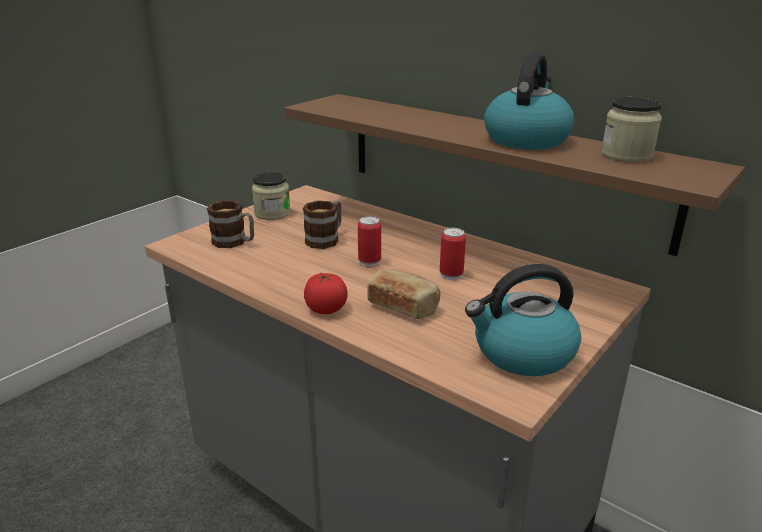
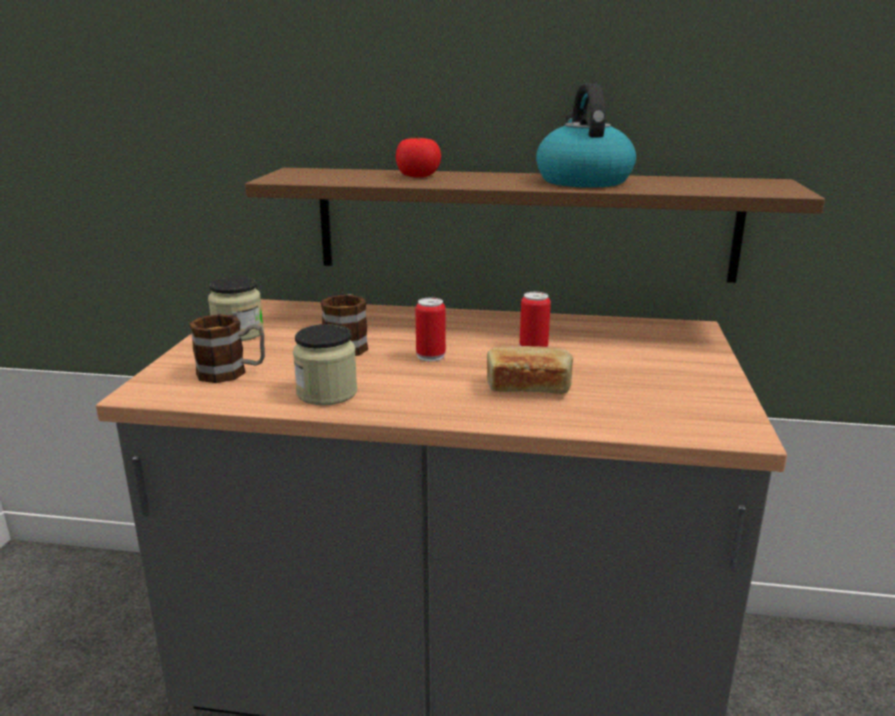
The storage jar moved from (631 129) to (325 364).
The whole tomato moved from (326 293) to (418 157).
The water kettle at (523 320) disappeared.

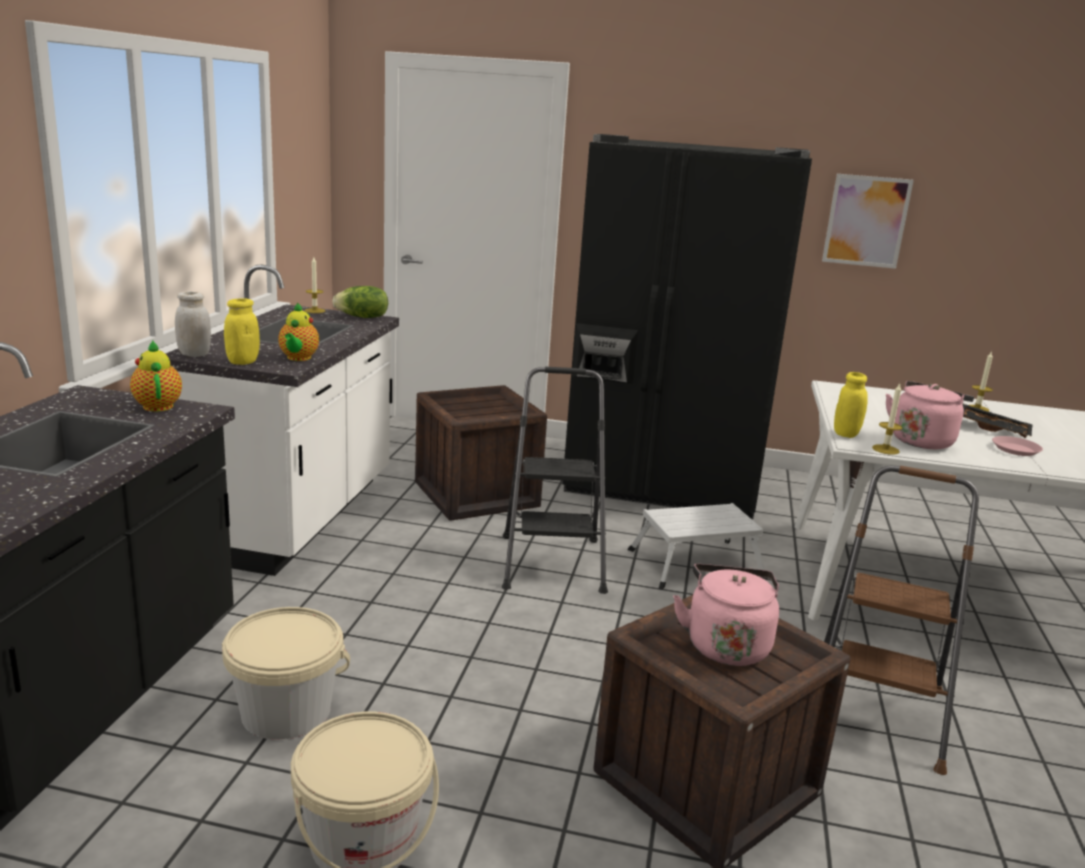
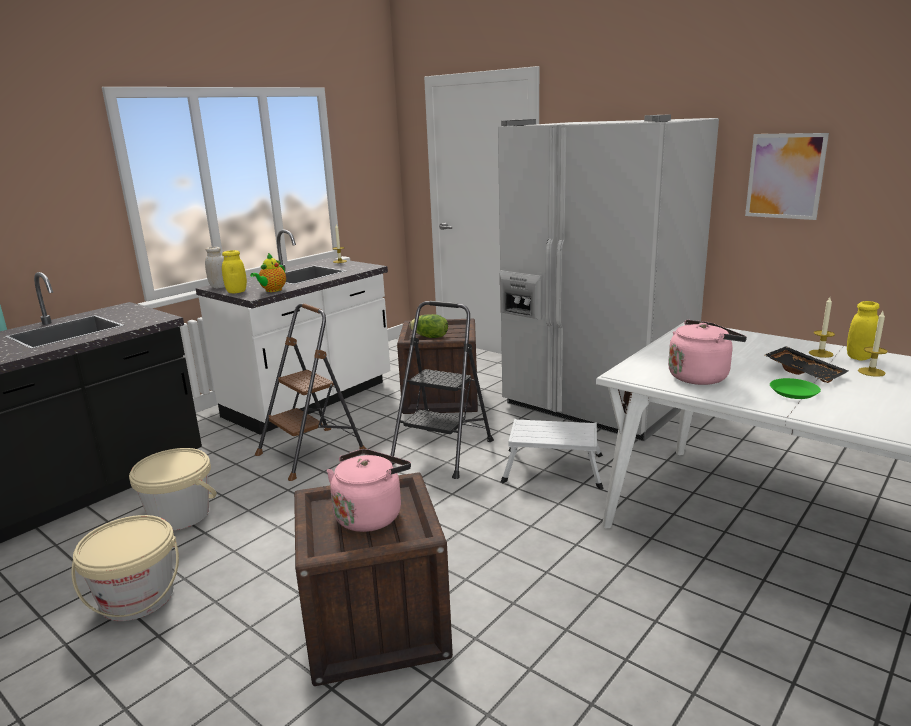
The brown-coloured step stool moved from (901 620) to (310 392).
The lettuce head moved from (360 302) to (429 326).
The black fridge at (687 327) became the whitish fridge at (608 278).
The pinkish plate at (1017 446) became the green plate at (795 388).
The yellowish storage jar moved from (851 405) to (863 330).
The candle moved from (887 419) to (873 344).
The teapot at (156 376) disappeared.

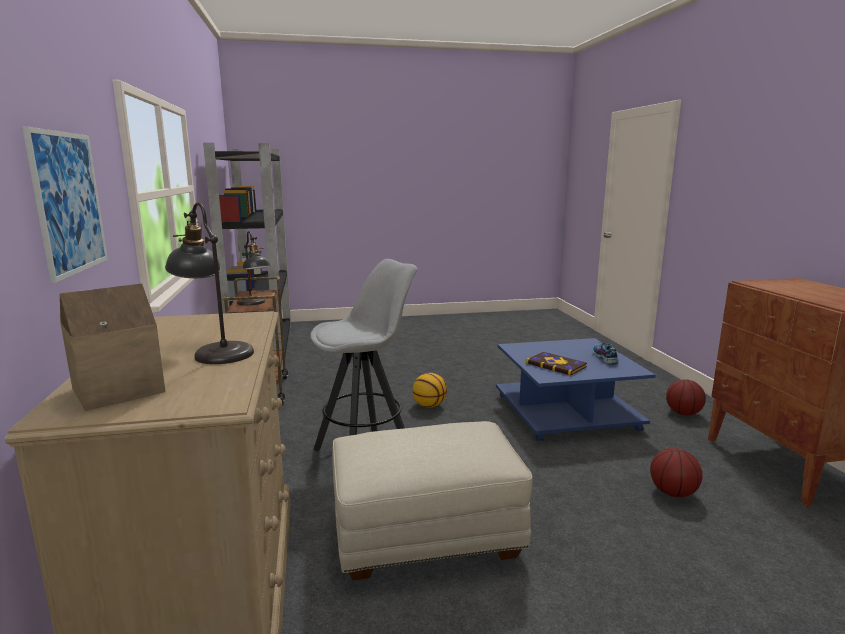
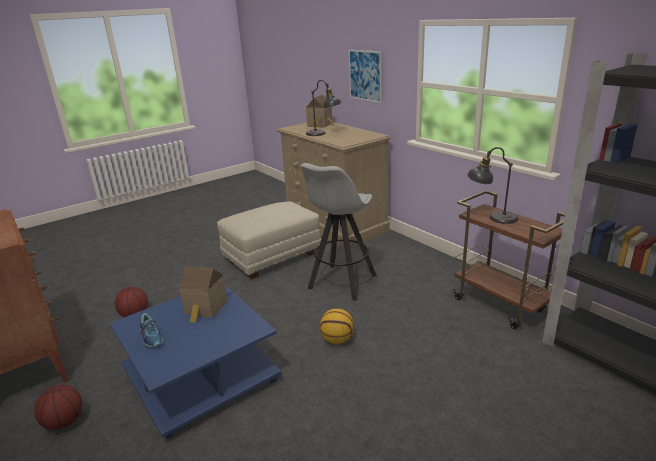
The book at (556 364) was replaced by the toy house at (203 294).

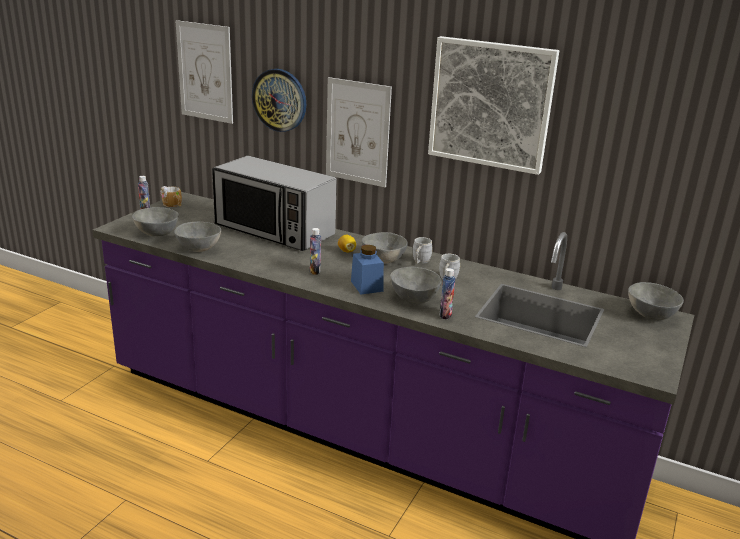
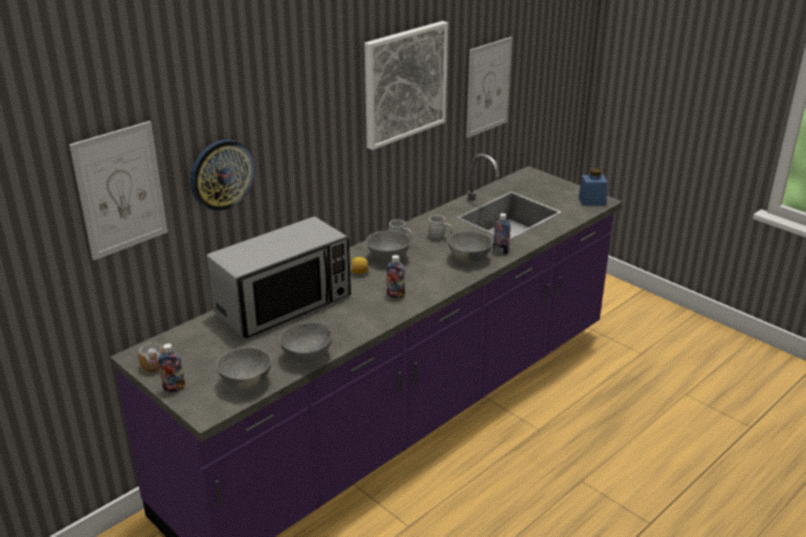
The picture moved from (359 132) to (489 87).
The blue-coloured storage jar moved from (367 269) to (593 186).
The gray serving bowl at (656 301) disappeared.

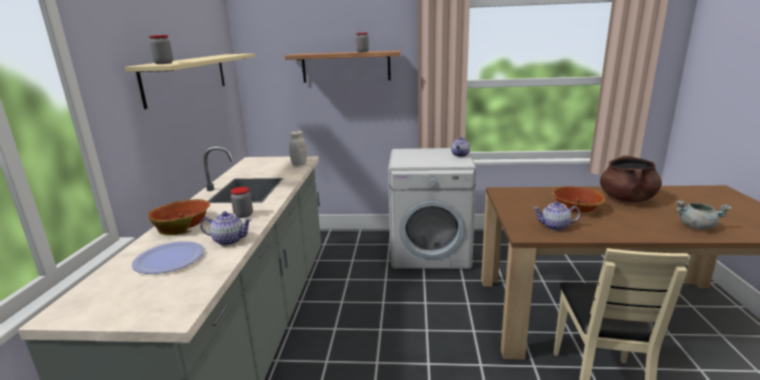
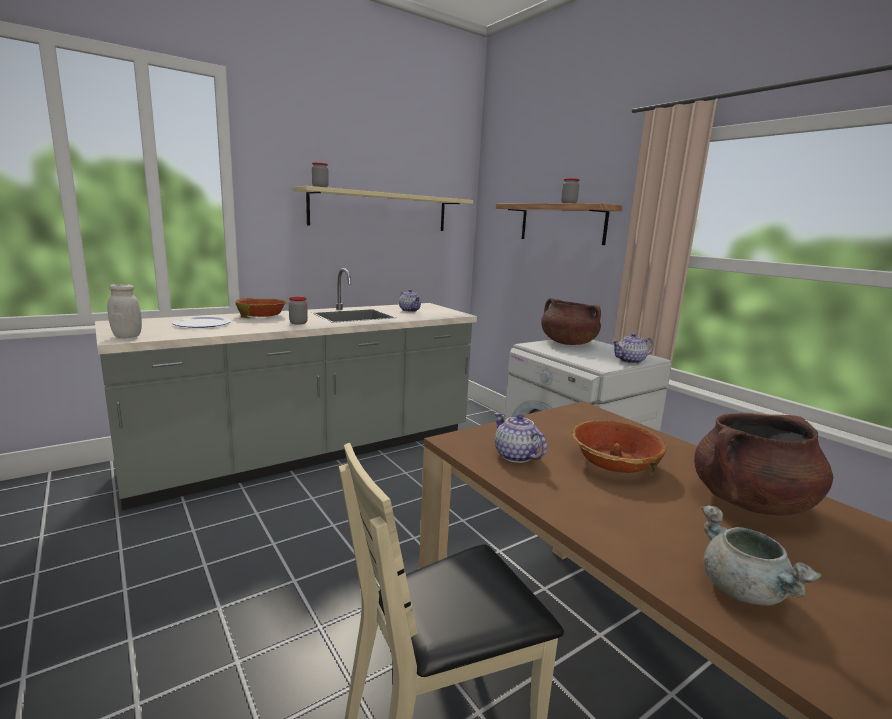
The whitish storage jar moved from (298 148) to (124 311).
The teapot moved from (226 228) to (410 300).
The brown-coloured cooking pot at (571 321) appeared.

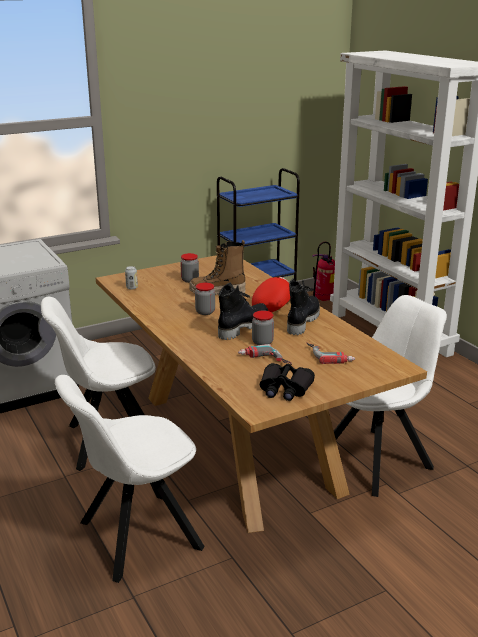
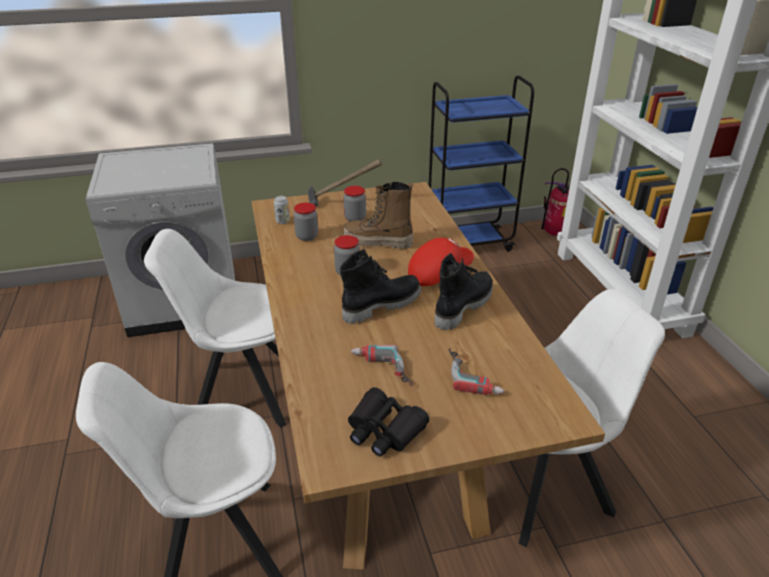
The storage jar moved from (263 327) to (306 222).
The tool hammer at (345 183) appeared.

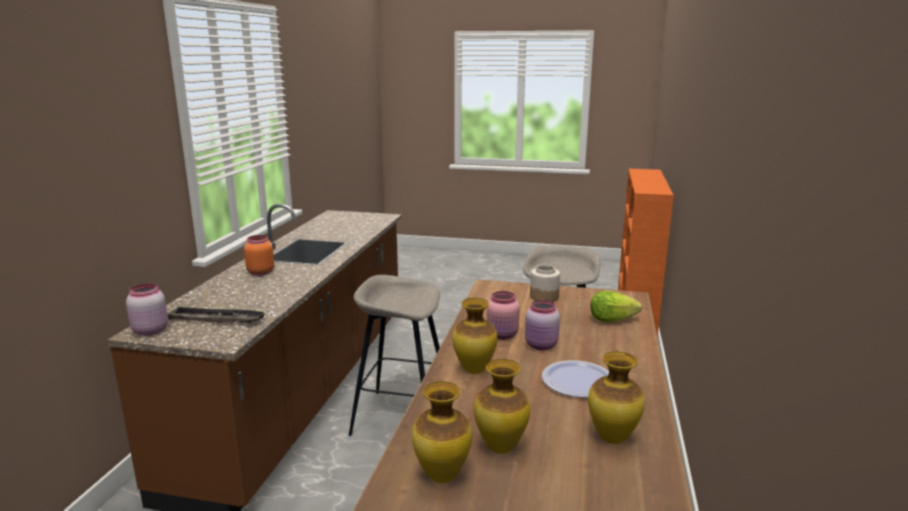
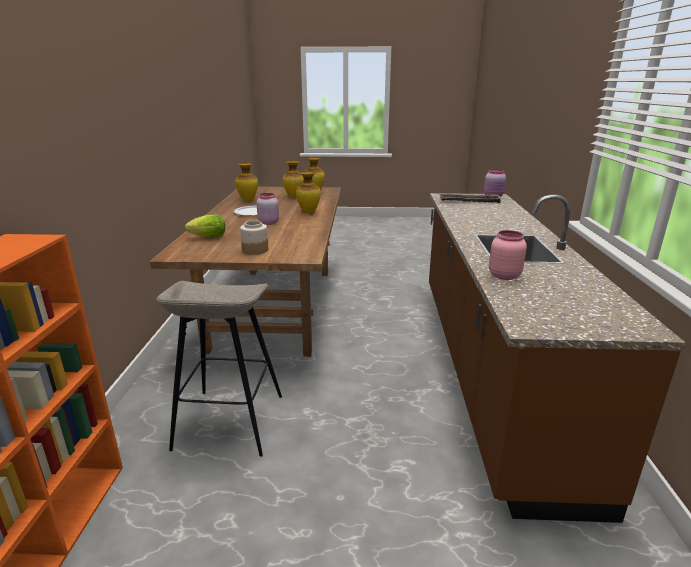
The pinkish storage jar moved from (503 315) to (508 255).
The orange storage jar at (259 255) disappeared.
The gray sitting stool at (394 355) disappeared.

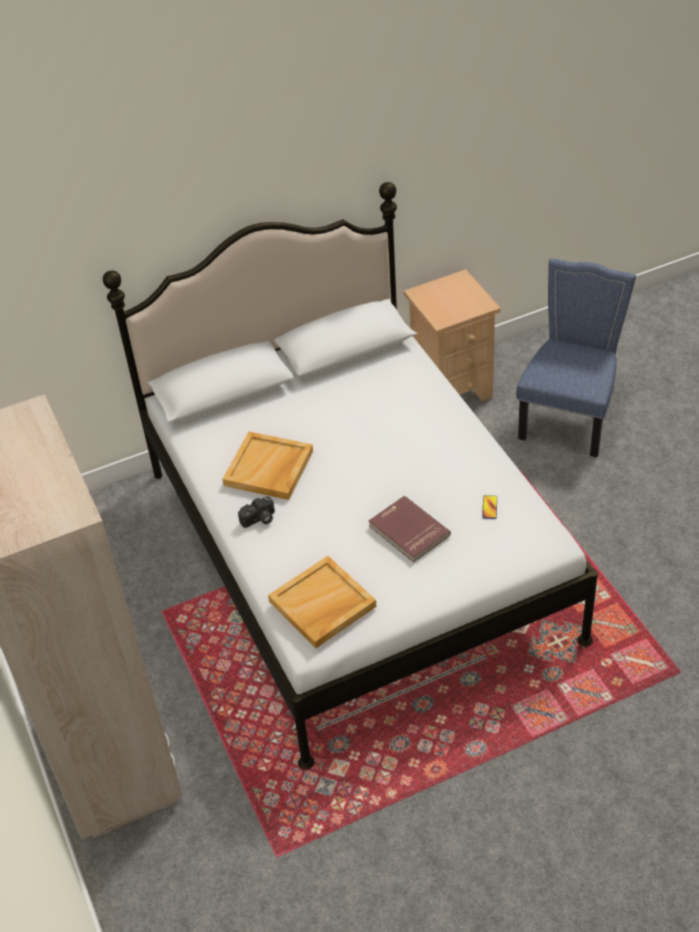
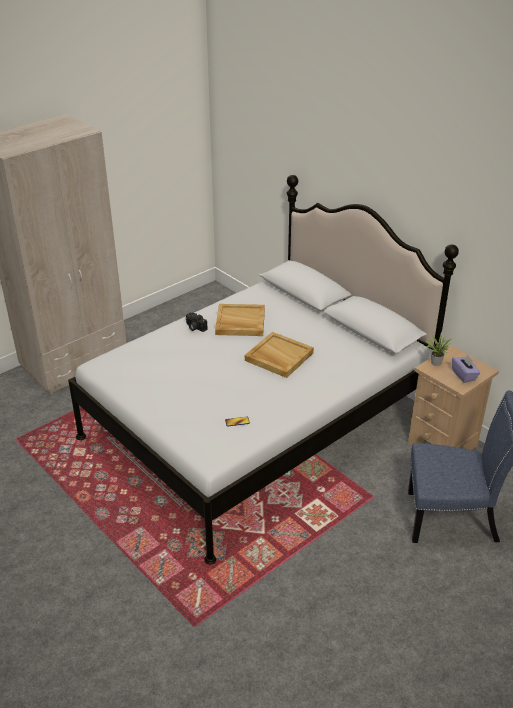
The beige-coloured tray moved from (322 602) to (279 355).
The houseplant at (439 349) appeared.
The purple-coloured box of tissues at (466 368) appeared.
The reddish book at (410 529) disappeared.

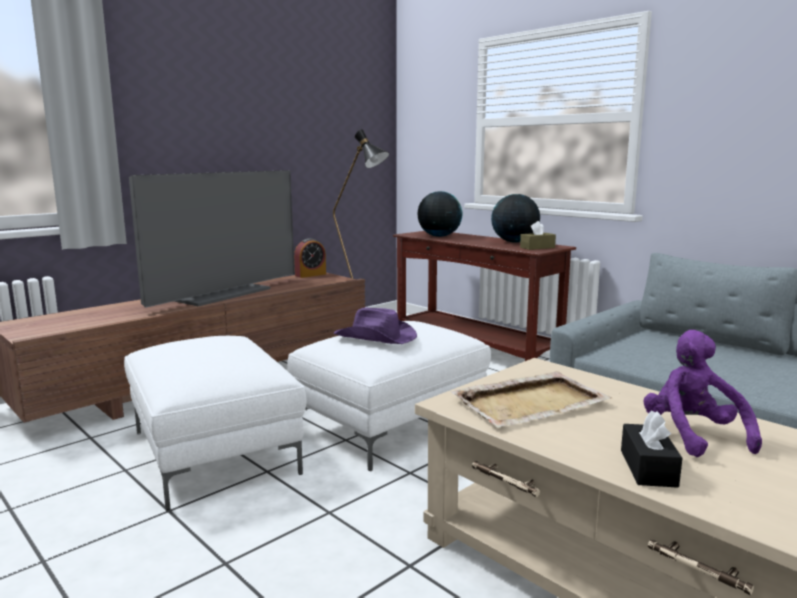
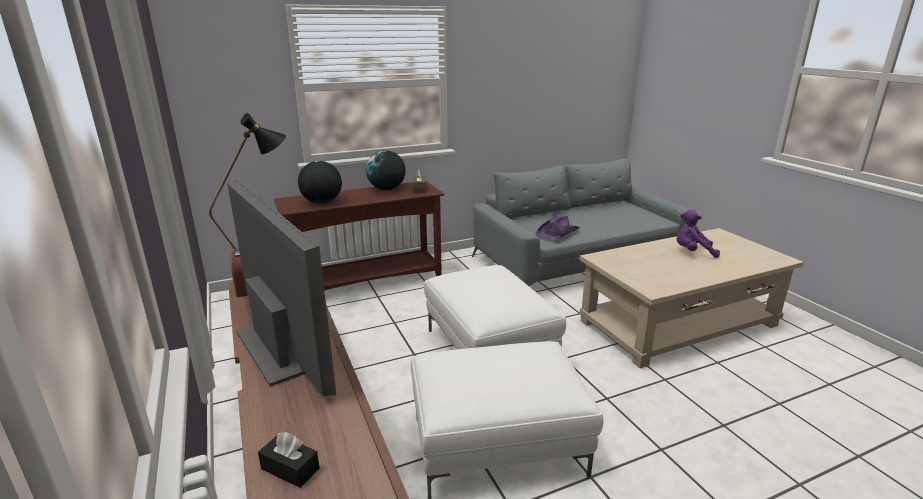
The black box of tissues moved from (651 449) to (289 460).
The purple-coloured wearable hat moved from (375 326) to (557 226).
The beige-coloured tray at (531 399) disappeared.

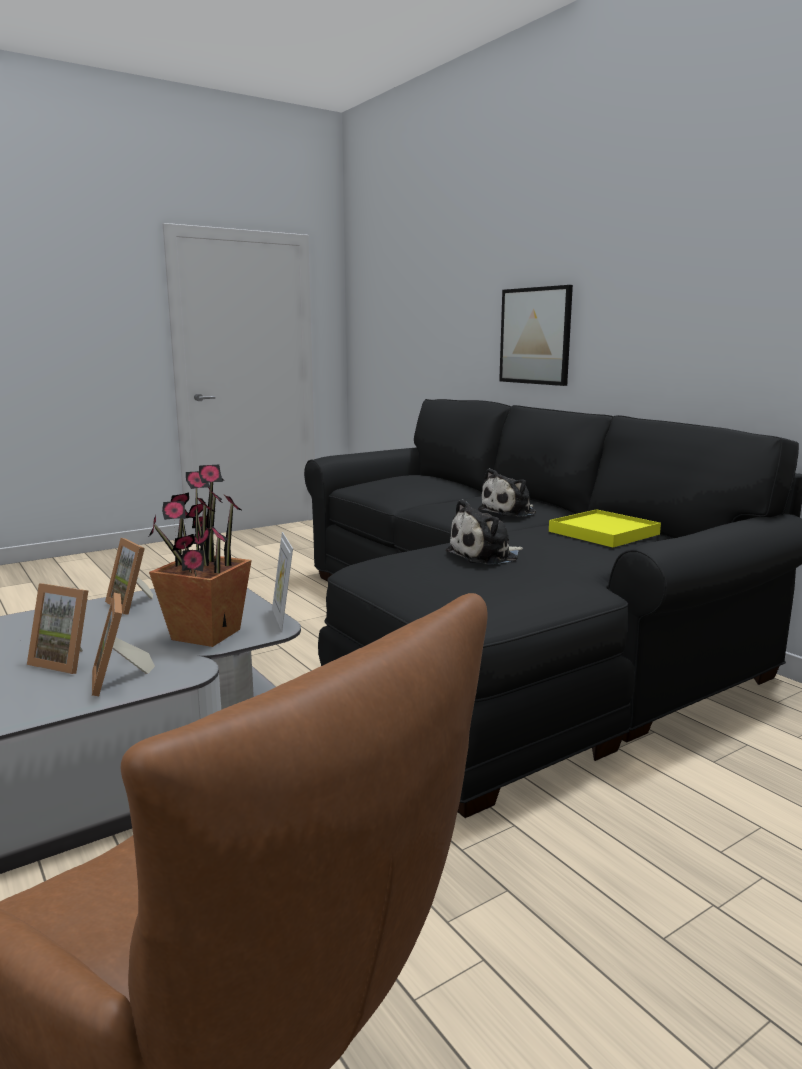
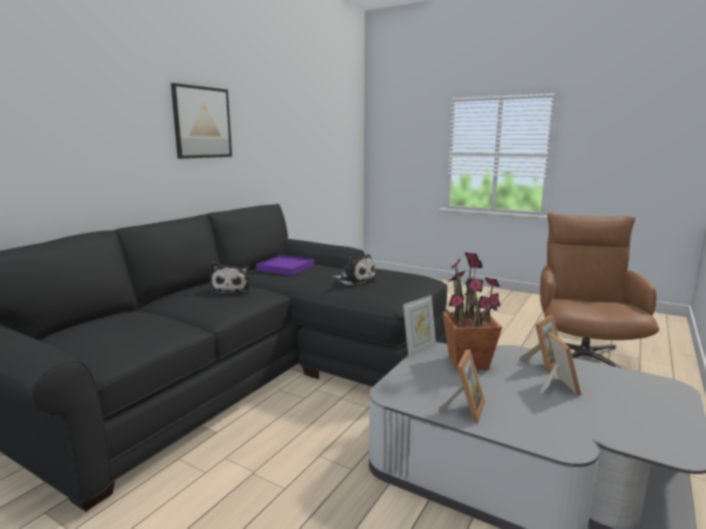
The picture moved from (536 335) to (201 121).
The soft toy at (507 492) turned 60 degrees clockwise.
The yellowish tray at (605 528) became the purple-coloured tray at (285 265).

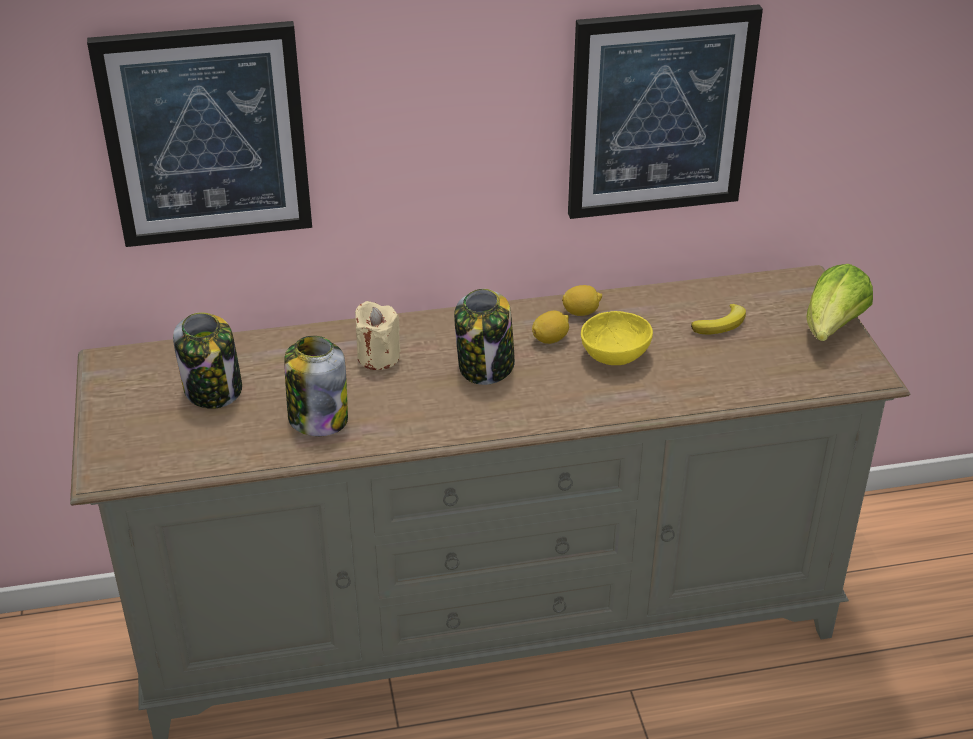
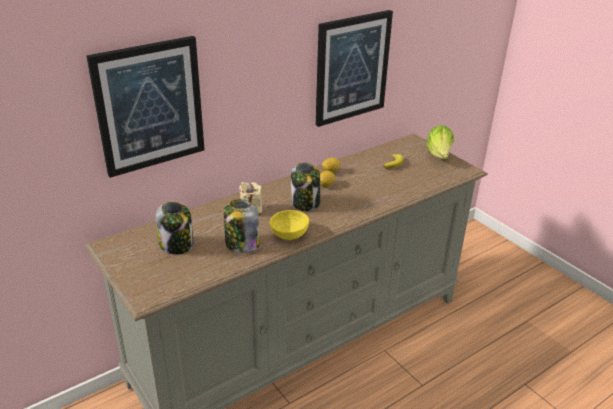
The yellowish serving bowl moved from (617 338) to (289 225).

